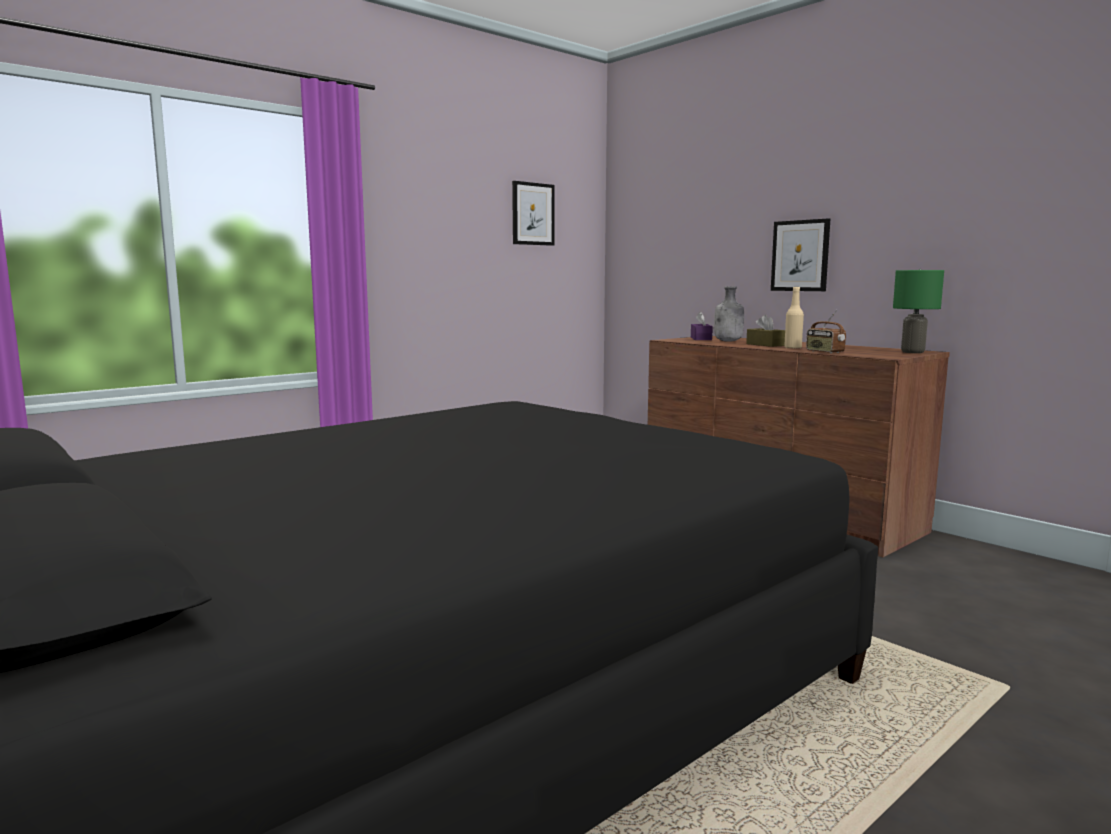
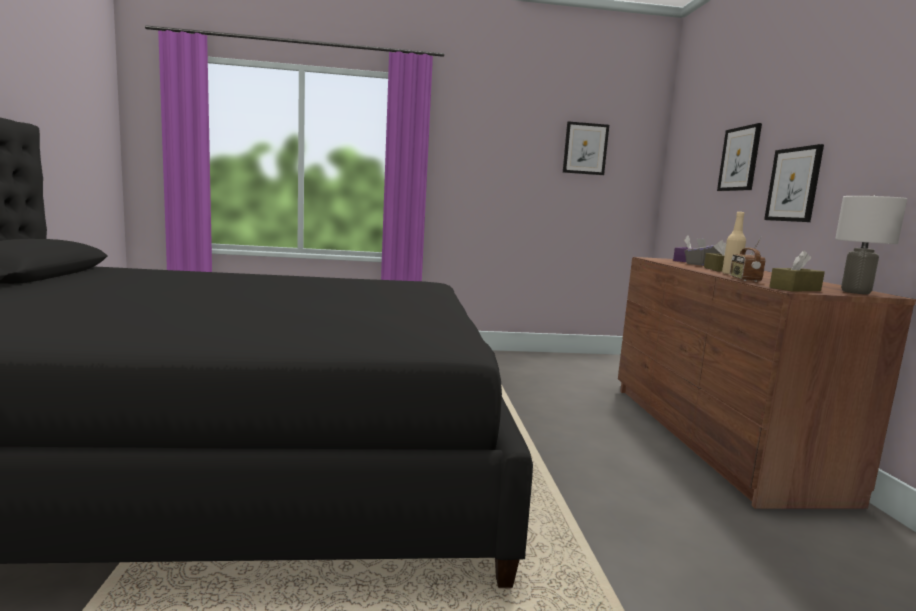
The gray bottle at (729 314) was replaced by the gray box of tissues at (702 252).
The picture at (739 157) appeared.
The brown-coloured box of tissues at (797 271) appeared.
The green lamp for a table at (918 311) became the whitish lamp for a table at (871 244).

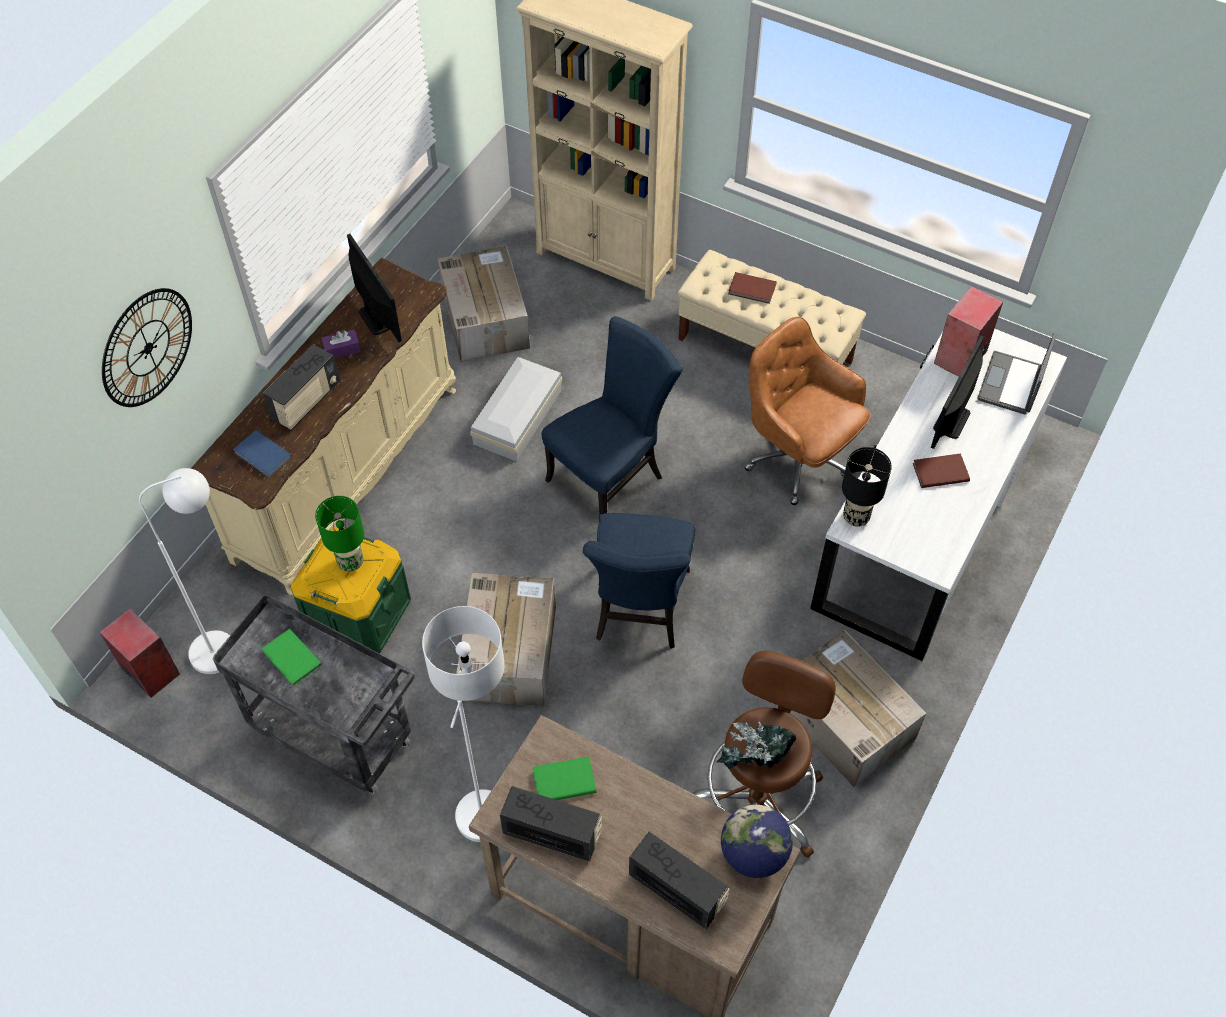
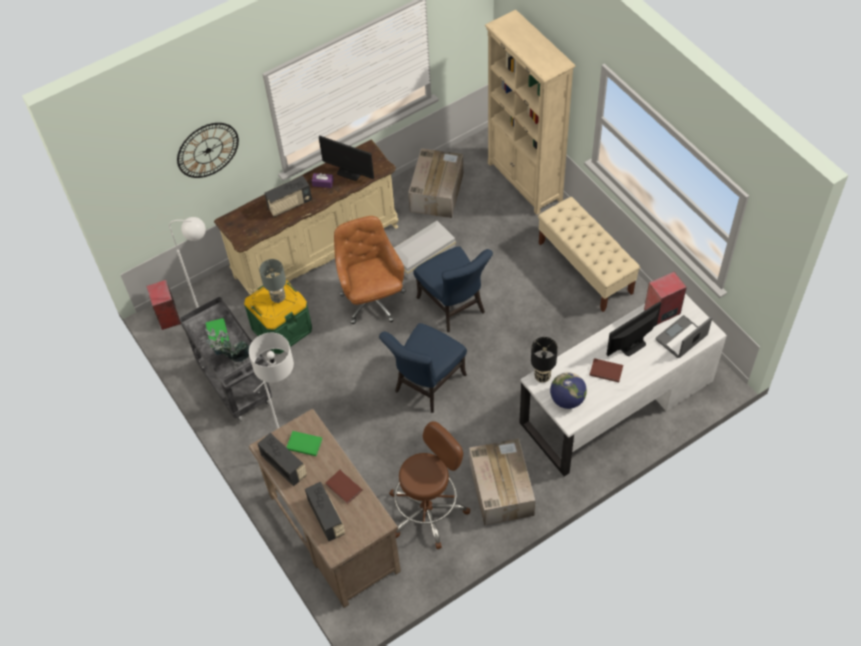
The houseplant moved from (755 745) to (227 345).
The green lamp for a table at (339 534) became the gray lamp for a table at (272 281).
The computer screen at (374 288) turned 120 degrees clockwise.
The brown-coloured book moved from (752 288) to (344 487).
The brown-coloured office chair moved from (808 411) to (369 270).
The blue-coloured upright chair at (612 415) turned 75 degrees clockwise.
The globe moved from (757 841) to (568 390).
The blue-coloured book at (262 454) disappeared.
The cardboard box at (506 639) disappeared.

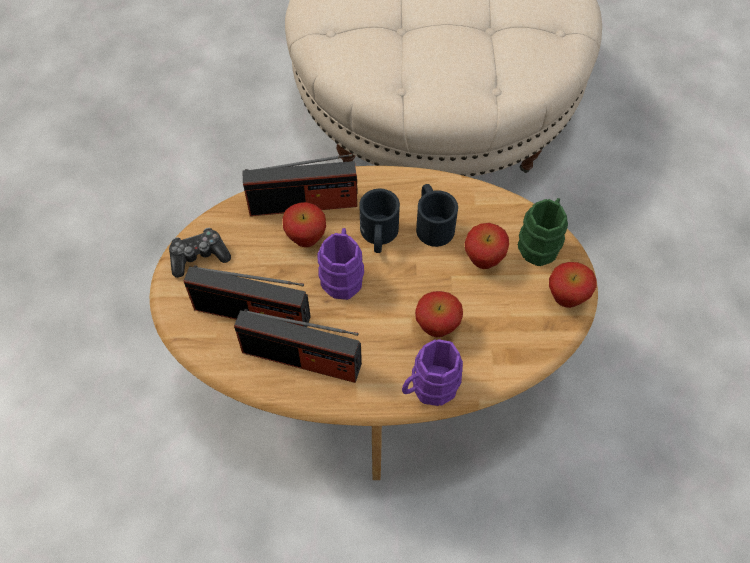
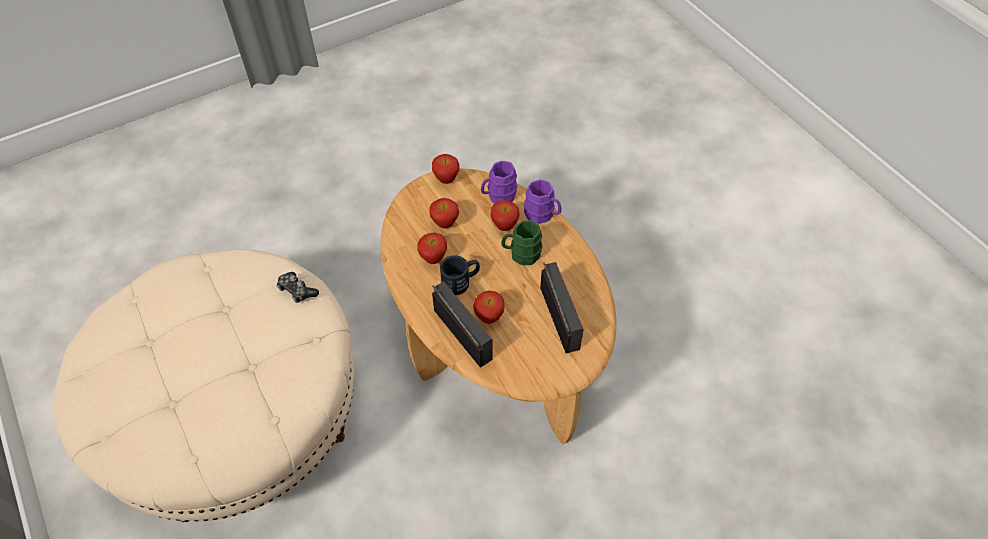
The joypad moved from (200 253) to (297 287).
The black mug at (437 215) was replaced by the apple fruit at (432 248).
The purple-coloured mug moved from (340 264) to (499 182).
The green mug moved from (543 232) to (522 242).
The radio set at (298 346) disappeared.

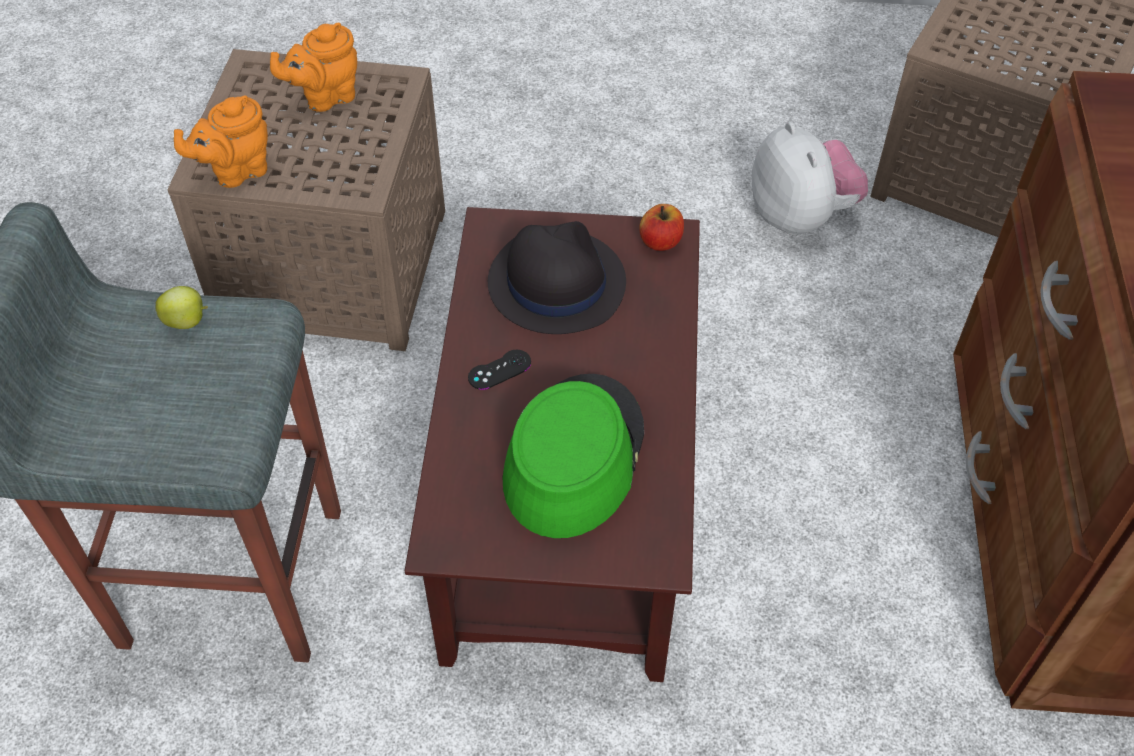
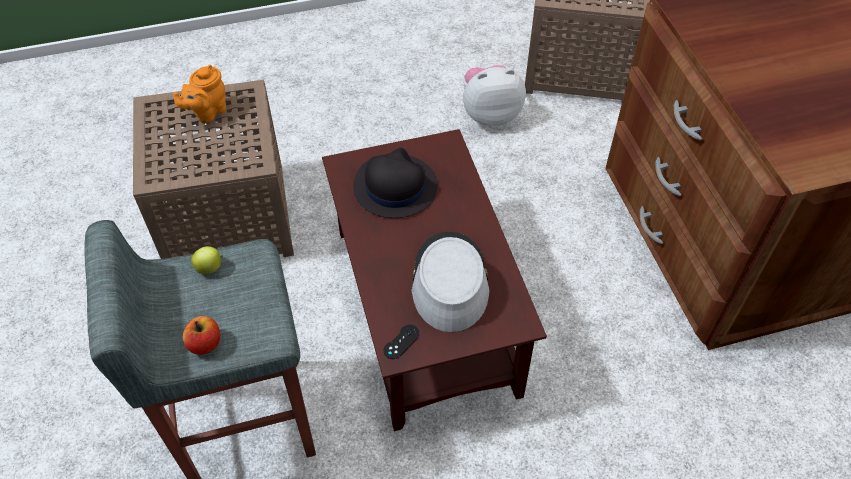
The apple fruit moved from (662 227) to (201 335).
The black joypad moved from (499 370) to (402 342).
The green wearable hat at (573 456) became the gray wearable hat at (450 282).
The soft toy at (810 178) turned 60 degrees counterclockwise.
The orange teapot at (221 141) disappeared.

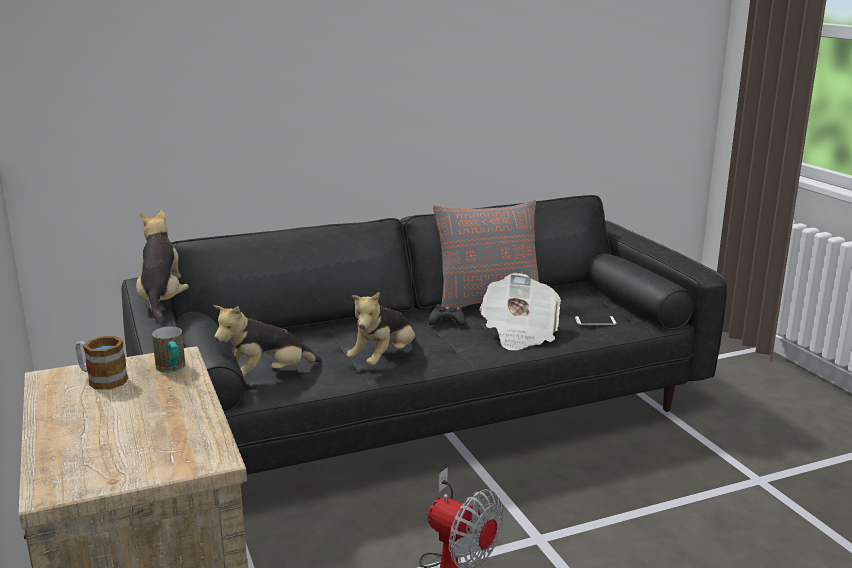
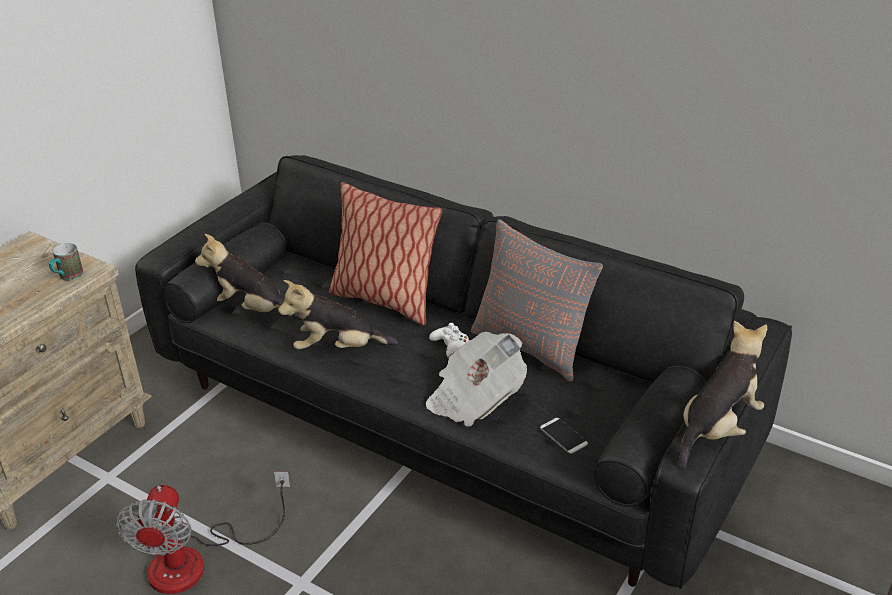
The pillow at (385 253) appeared.
The black joypad at (446 315) became the whitish joypad at (449 340).
The soft toy moved from (162 267) to (723 394).
The mug at (101 363) disappeared.

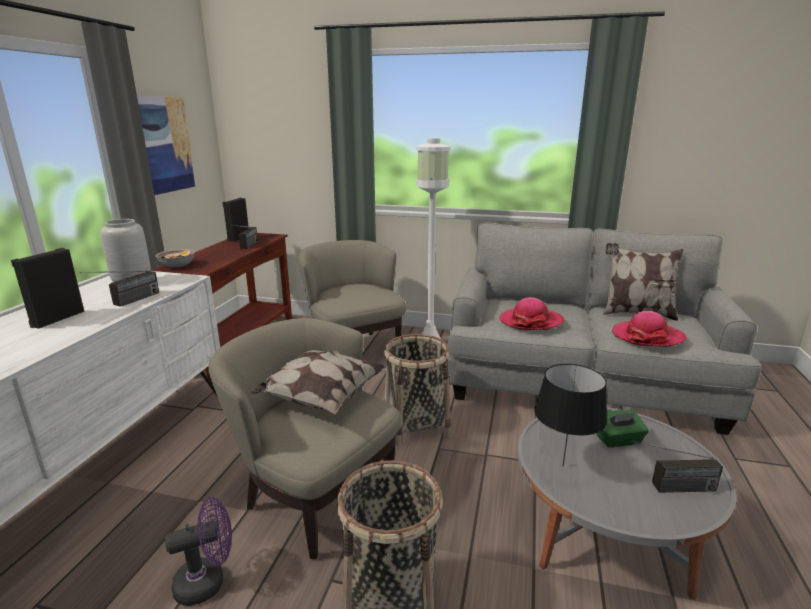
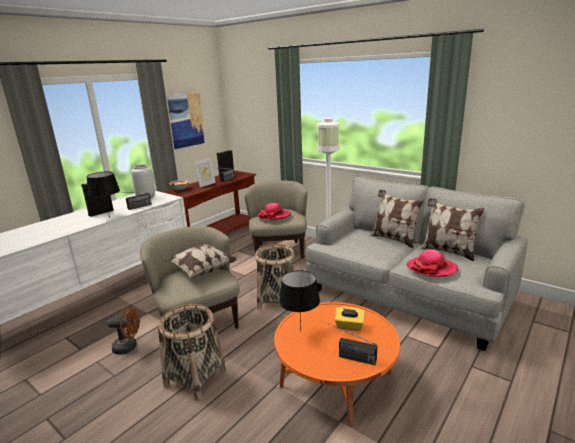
The black lamp for a table at (103 194) appeared.
The purple-coloured cooling fan at (198 551) became the brown-coloured cooling fan at (124 331).
The photo frame at (205 172) appeared.
The wearable hat moved from (531 313) to (274 211).
The gray coffee table at (626 503) became the orange coffee table at (337 364).
The green box of tissues at (622 428) became the yellowish box of tissues at (350 319).
The pillow at (397 218) appeared.

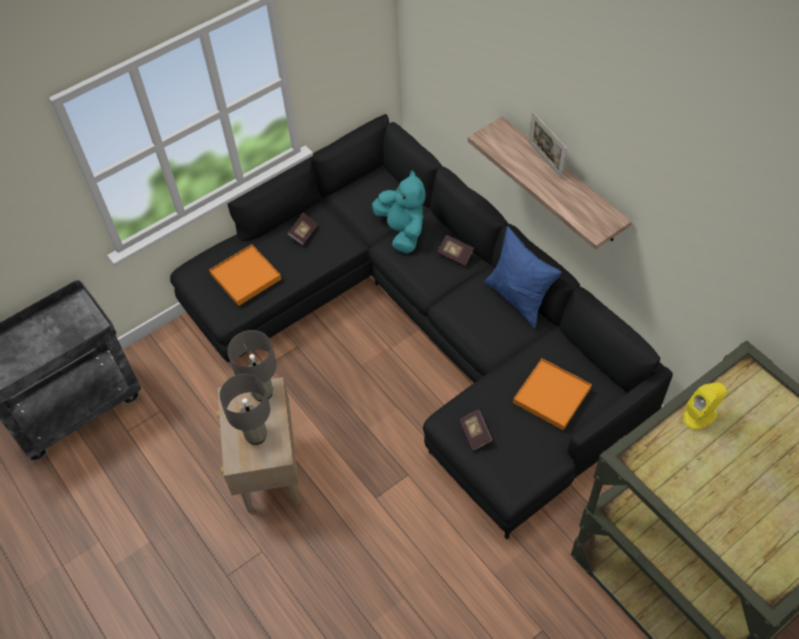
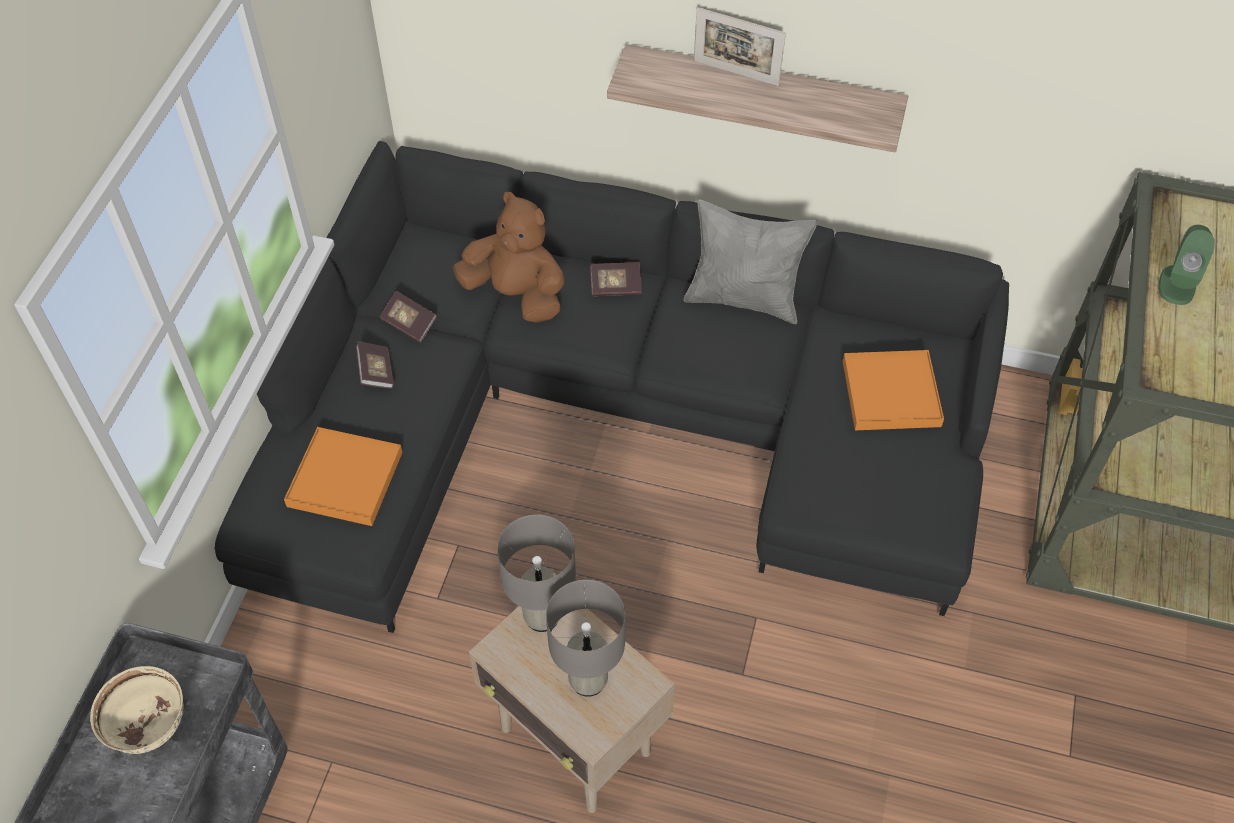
The beige-coloured serving bowl at (136 710) appeared.
The book moved from (476 430) to (408 317).
The blue-green soft toy at (399 211) became the brown-coloured soft toy at (508 257).
The blue-coloured pillow at (523 277) became the gray pillow at (750 261).
The yellowish audio speaker at (705 406) became the green audio speaker at (1186 265).

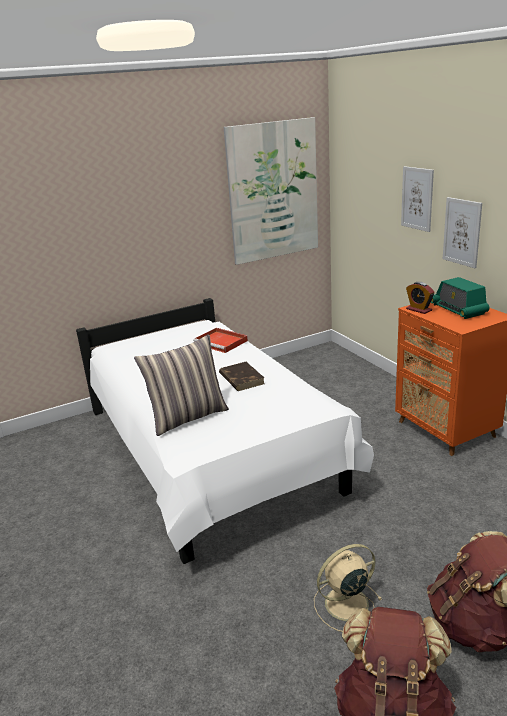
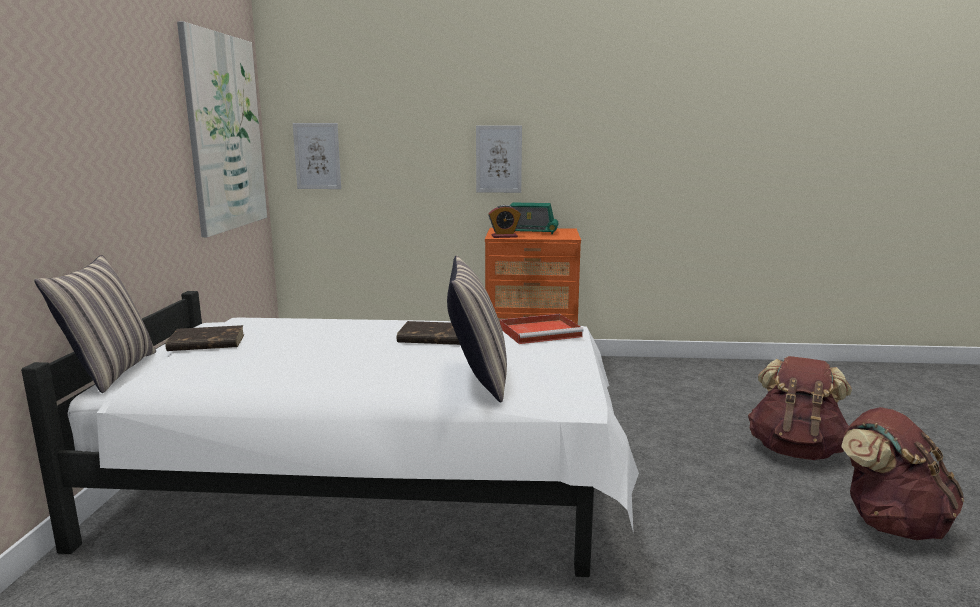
The pillow at (95 324) appeared.
The brown-coloured book at (205 338) appeared.
The picture moved from (417 199) to (317 156).
The reddish tray moved from (220 340) to (542 329).
The beige-coloured cooling fan at (348 588) disappeared.

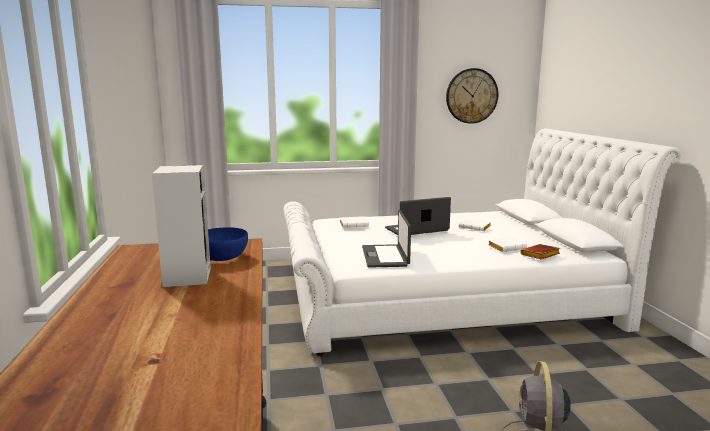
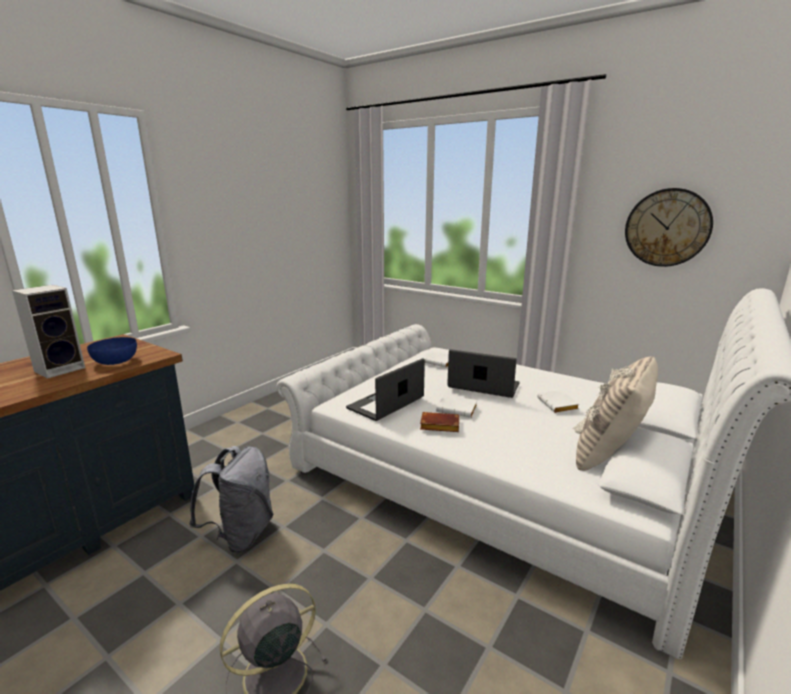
The gray backpack at (231 499) appeared.
The brown-coloured book moved from (540 251) to (439 422).
The whitish book moved from (507 244) to (456 406).
The beige-coloured pillow at (615 413) appeared.

